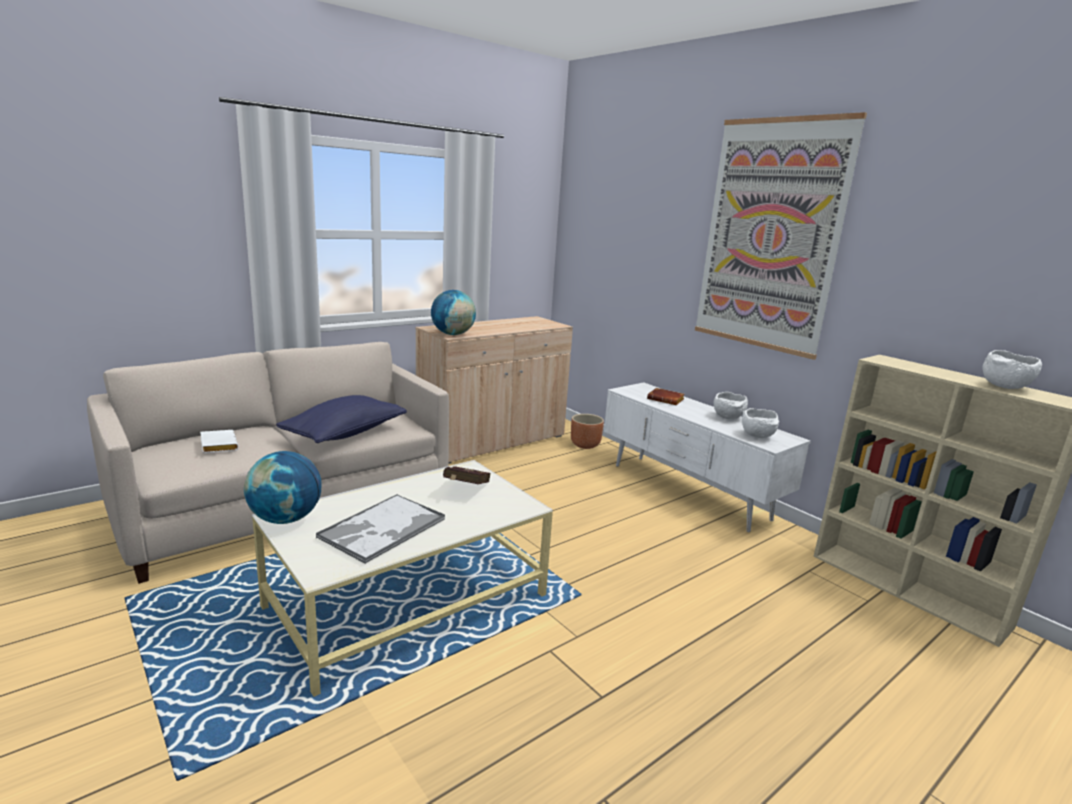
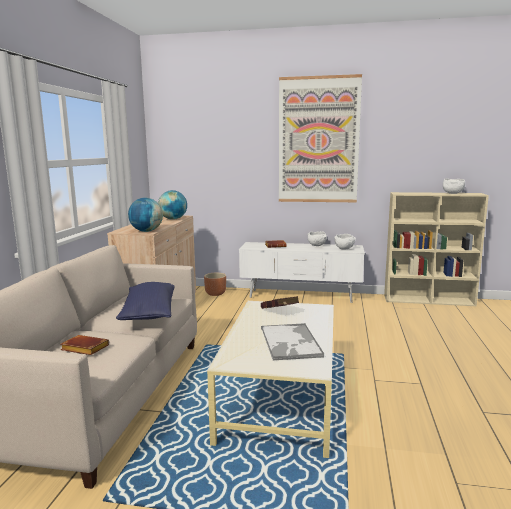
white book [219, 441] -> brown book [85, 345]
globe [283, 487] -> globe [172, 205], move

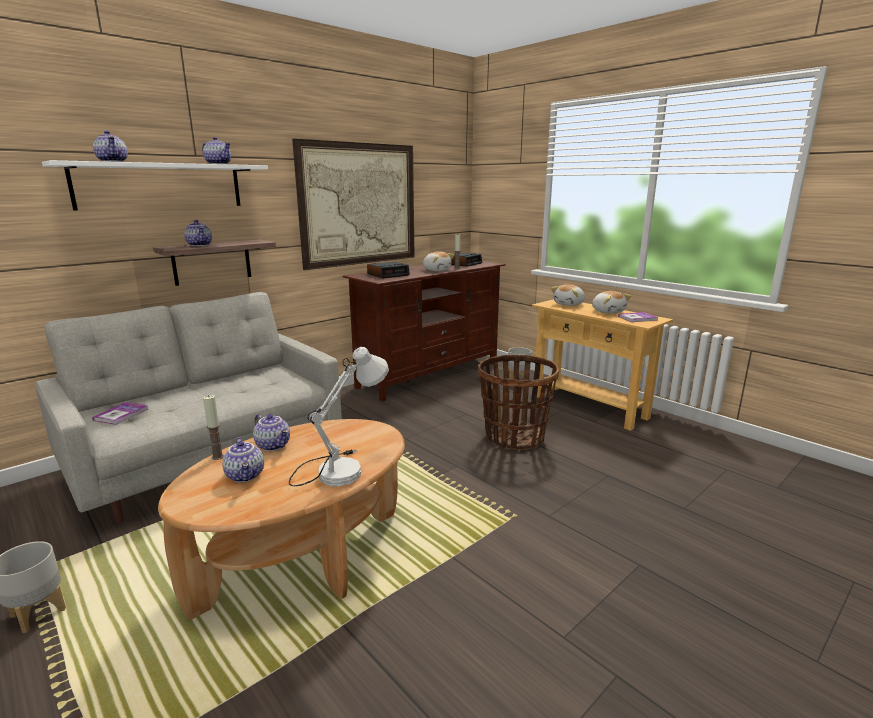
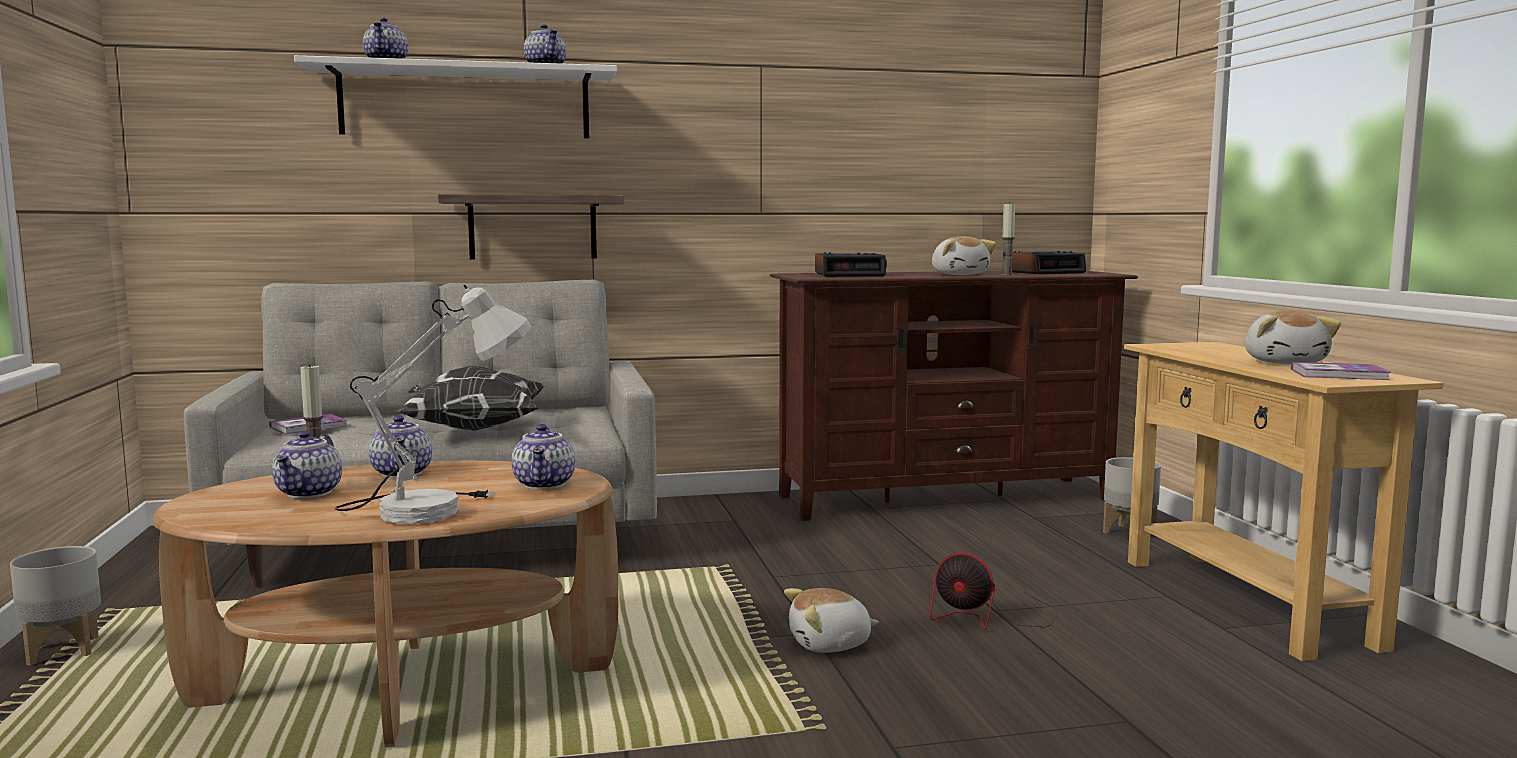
teapot [198, 233] -> teapot [543, 457], move
picture [353, 204] -> none
basket [518, 402] -> fan [994, 591]
plush toy [568, 295] -> plush toy [831, 620], move
none -> pillow [470, 398]

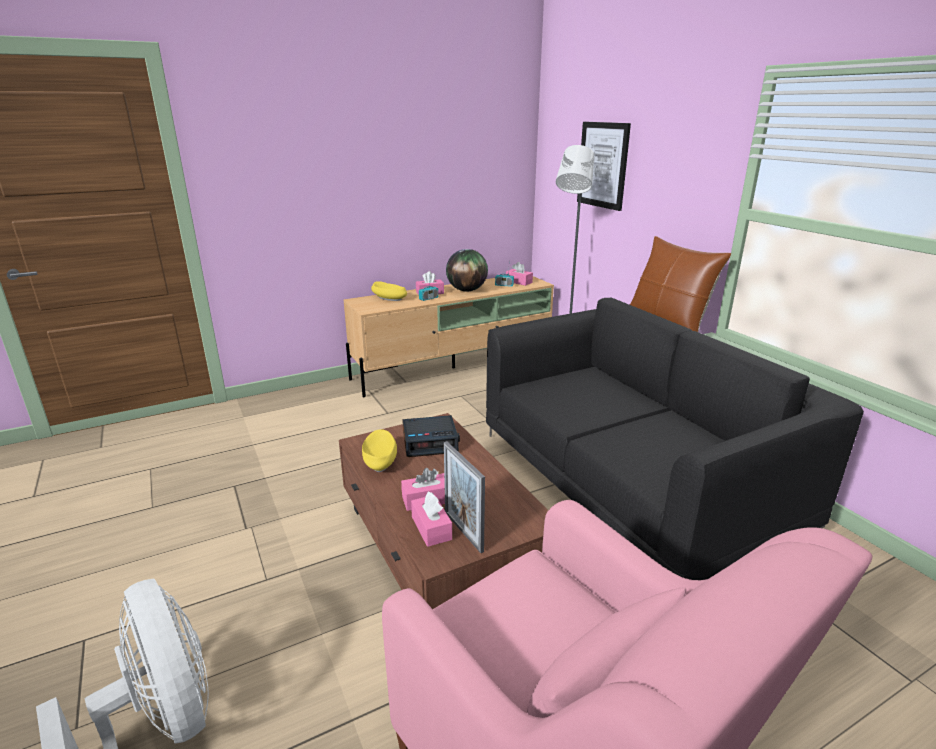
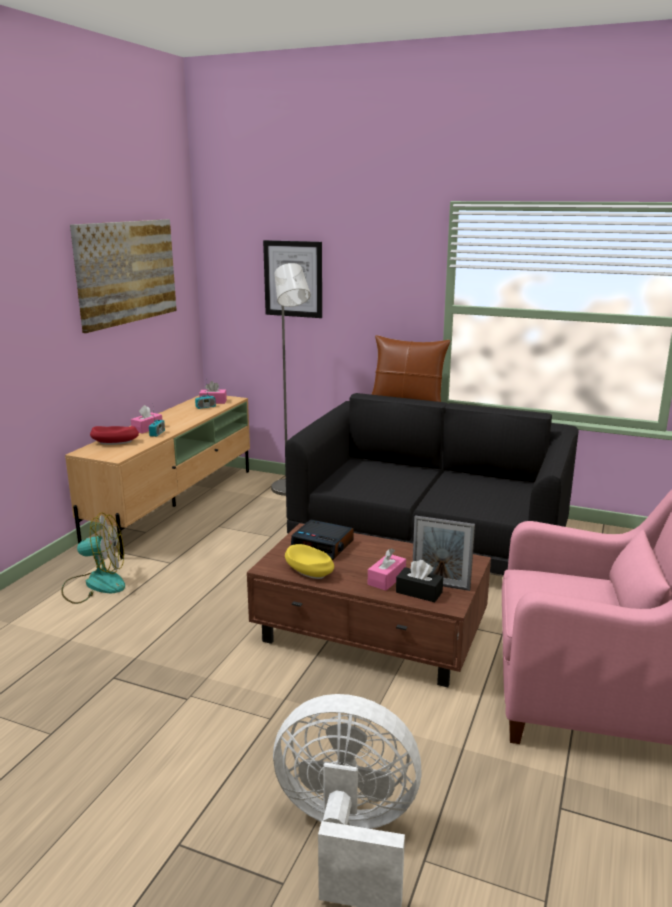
yellow bowl [389, 291] -> red bowl [114, 435]
alarm clock [431, 436] -> alarm clock [322, 540], 75 degrees clockwise
pink tissue box [431, 519] -> black tissue box [419, 581]
globe [467, 270] -> none
none -> fan [93, 558]
none -> picture [123, 276]

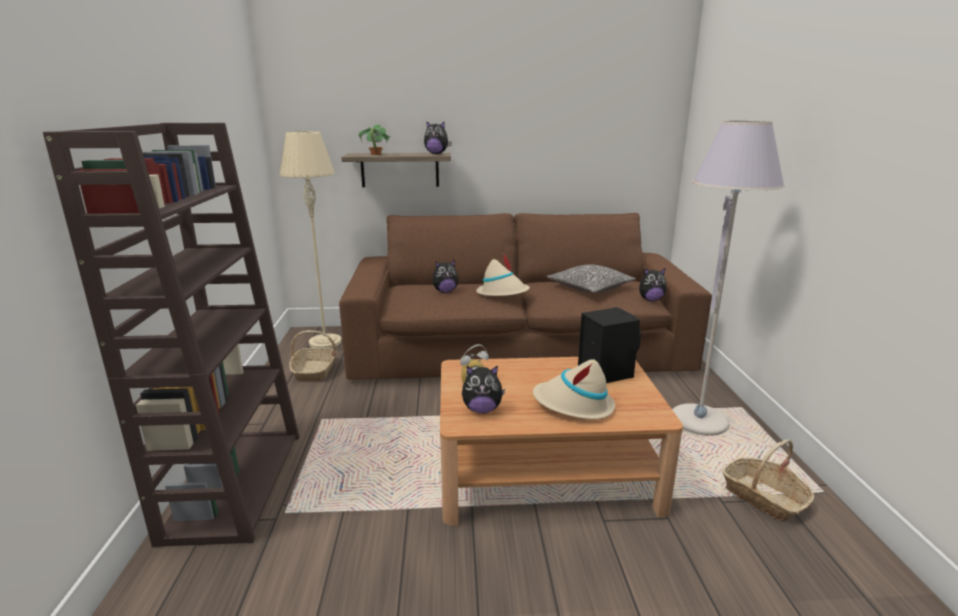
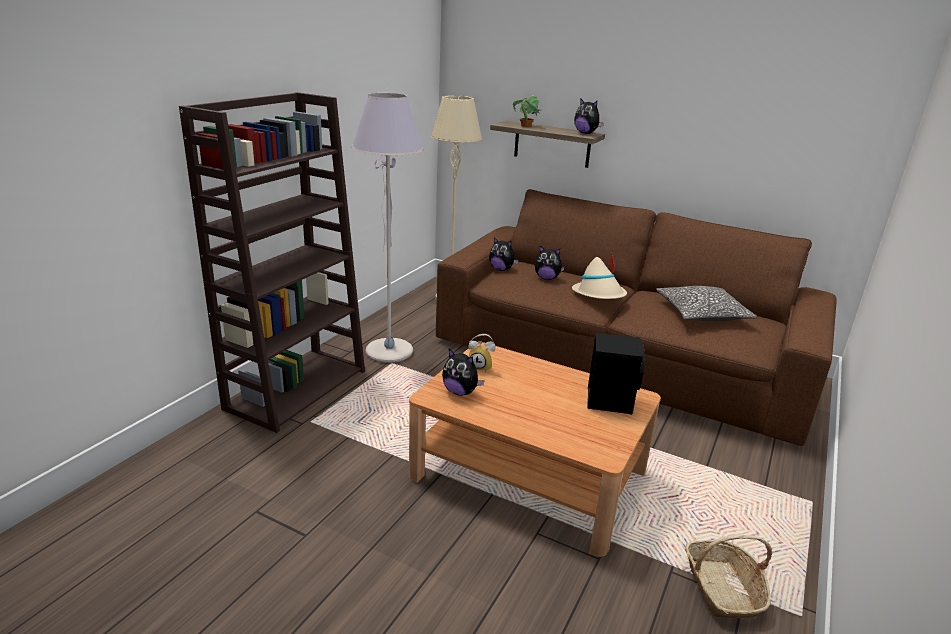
basket [313, 355] -> none
beige hat [574, 389] -> none
plush toy [653, 284] -> plush toy [504, 254], move
grey floor lamp [728, 278] -> grey floor lamp [387, 228], move

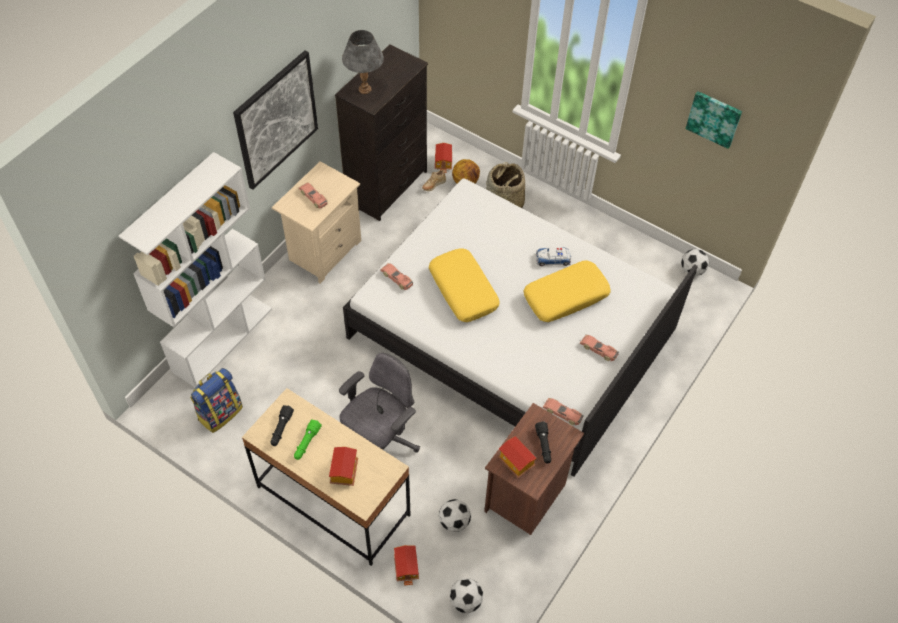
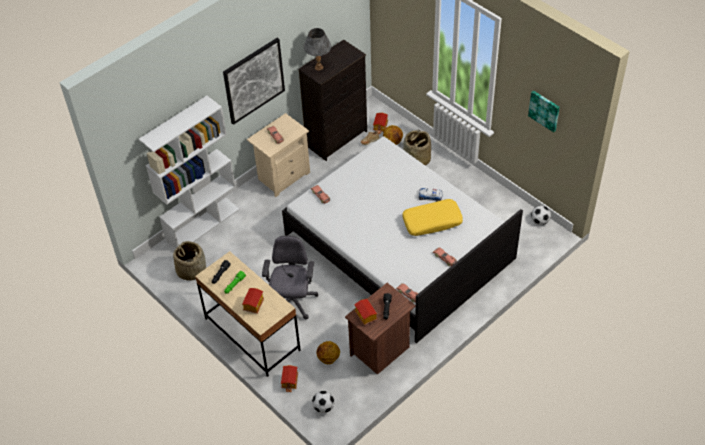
backpack [216, 400] -> basket [189, 261]
grey office chair [379, 403] -> grey office chair [290, 277], 45 degrees counterclockwise
yellow pillow [464, 285] -> none
football [455, 515] -> basketball [328, 352]

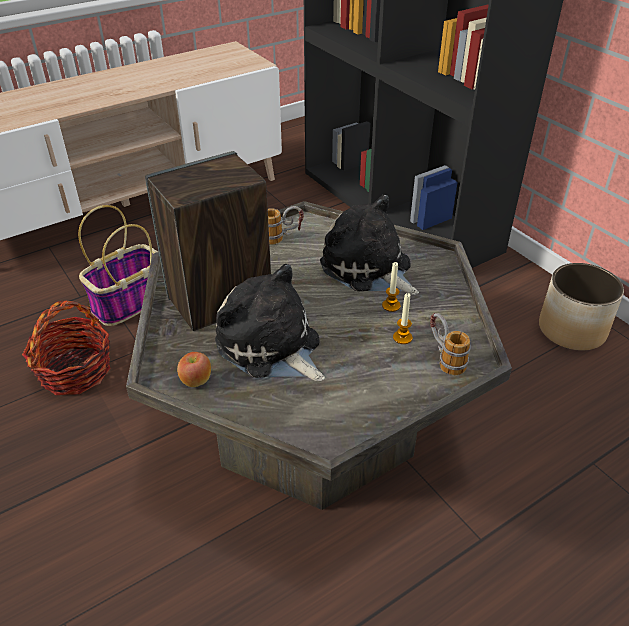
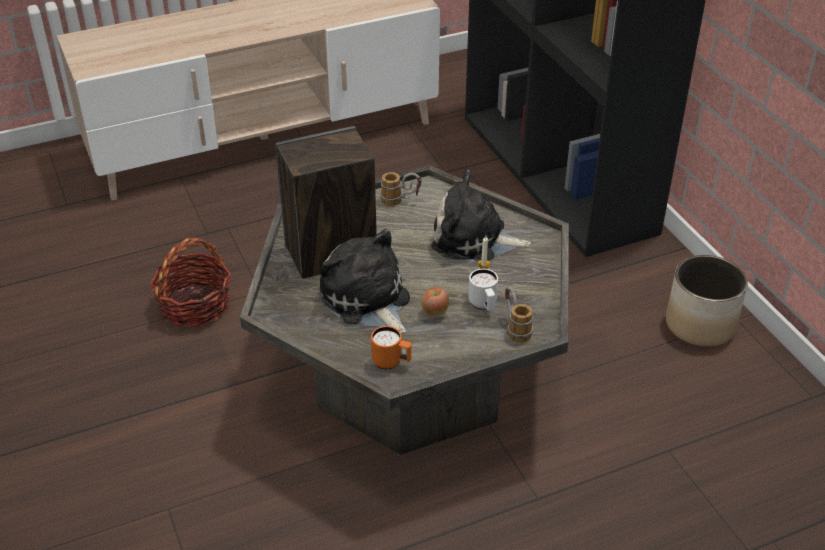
basket [118, 265] -> none
apple [194, 369] -> apple [435, 302], move
plush toy [369, 245] -> plush toy [481, 216], 45 degrees counterclockwise
candle [402, 318] -> white mug [483, 290]
none -> orange mug [391, 347]

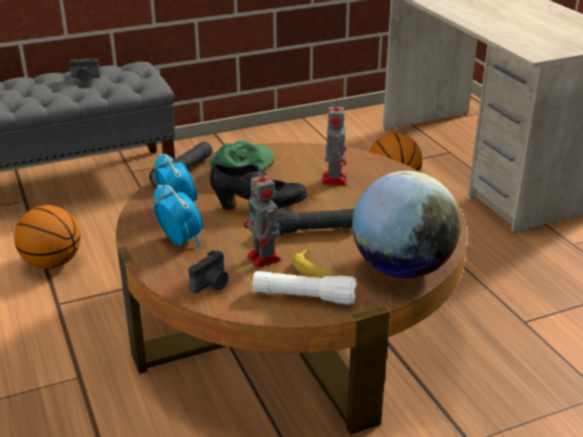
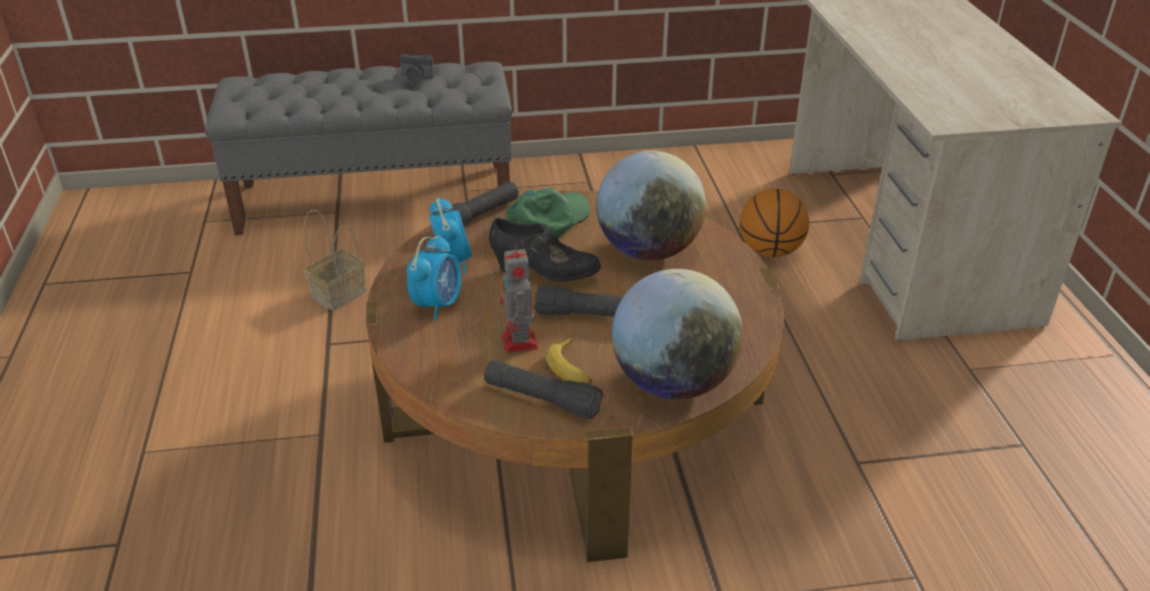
basketball [47, 237] -> basket [335, 260]
alarm clock [178, 215] -> alarm clock [434, 277], 45 degrees clockwise
photo camera [208, 271] -> none
white flashlight [304, 288] -> black flashlight [543, 389]
toy robot [334, 142] -> globe [651, 205]

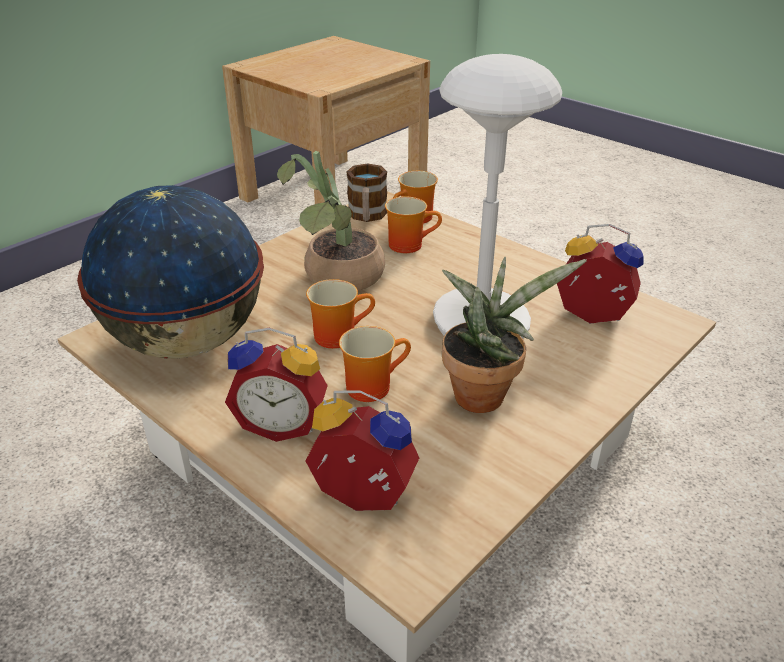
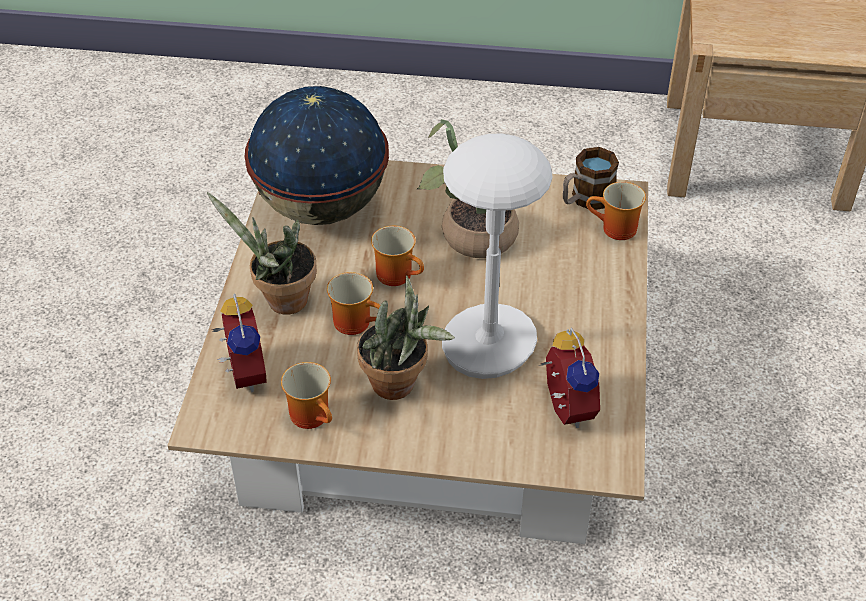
alarm clock [276, 385] -> potted plant [262, 253]
mug [413, 224] -> mug [306, 395], move

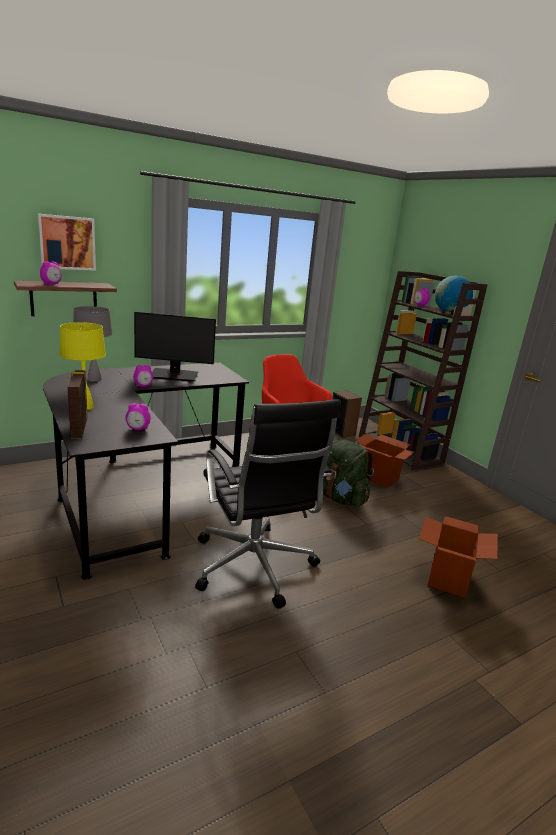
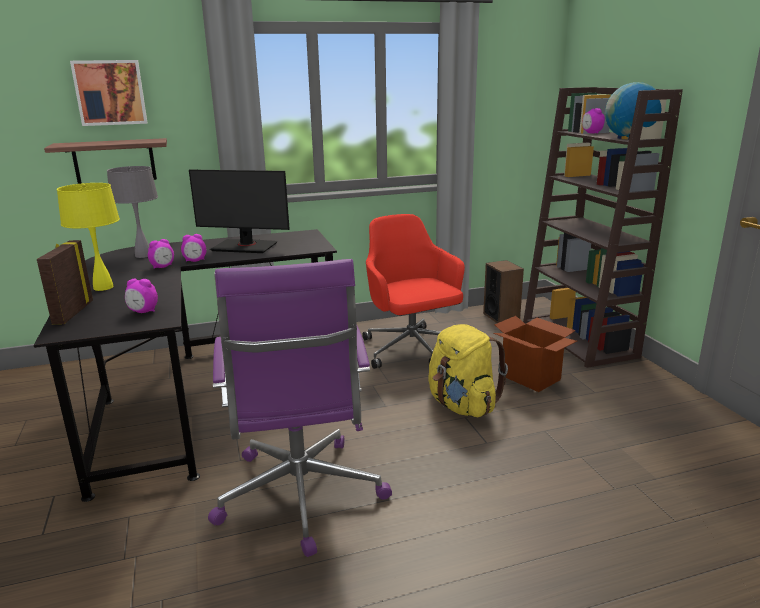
alarm clock [51, 273] -> alarm clock [161, 254], move
black office chair [268, 504] -> purple office chair [300, 408]
green backpack [348, 473] -> yellow backpack [468, 370]
cardboard box [458, 557] -> none

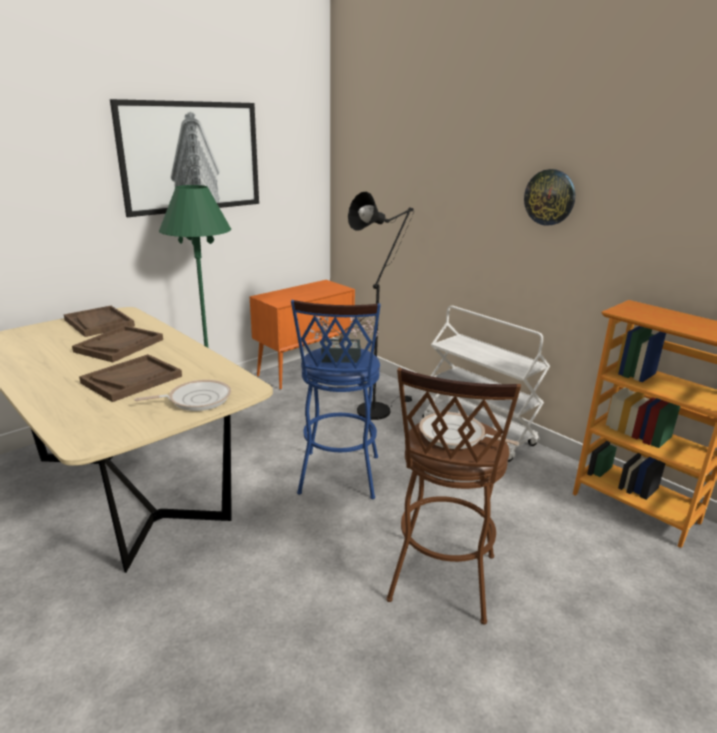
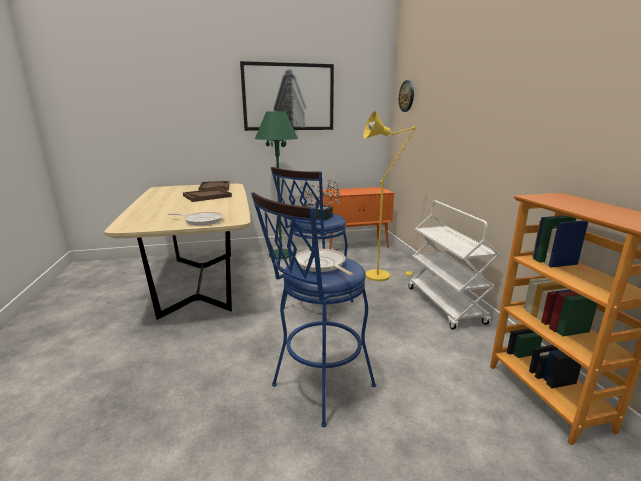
brown tray [130, 378] -> none
black floor lamp [381, 306] -> yellow floor lamp [390, 196]
brown stool [453, 496] -> blue stool [313, 309]
wall clock [549, 197] -> wall clock [406, 96], move

